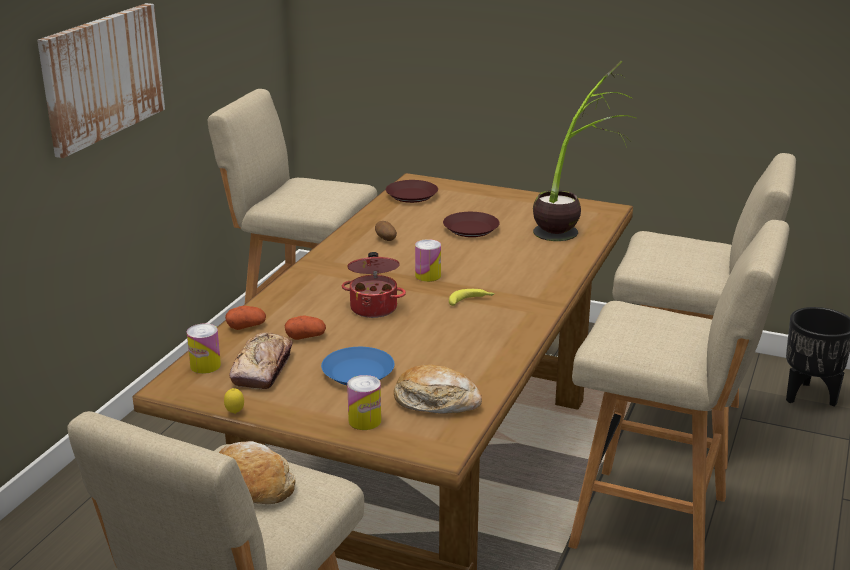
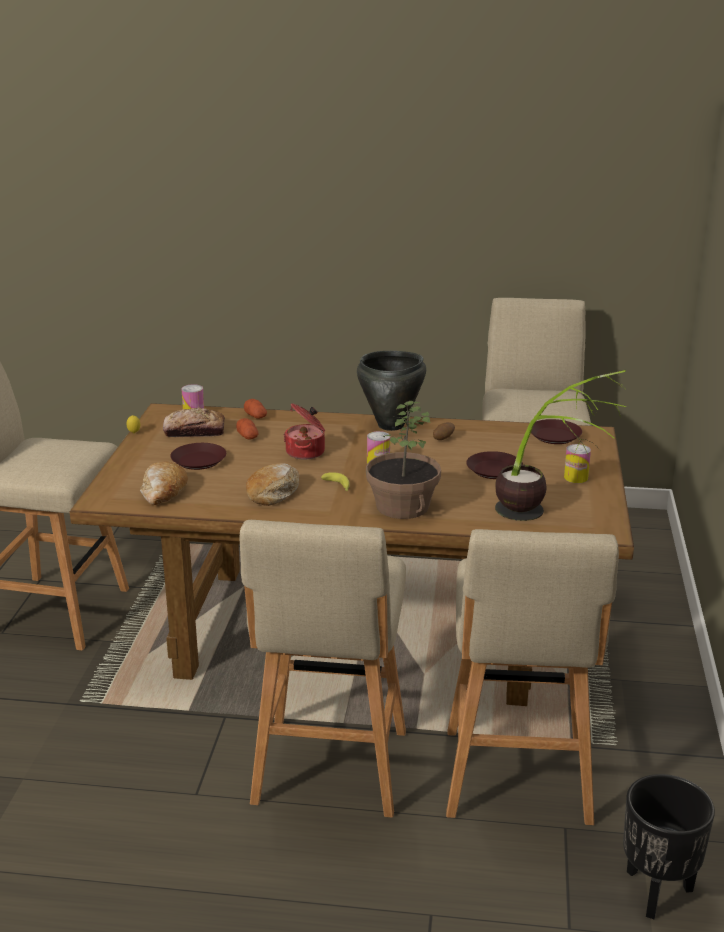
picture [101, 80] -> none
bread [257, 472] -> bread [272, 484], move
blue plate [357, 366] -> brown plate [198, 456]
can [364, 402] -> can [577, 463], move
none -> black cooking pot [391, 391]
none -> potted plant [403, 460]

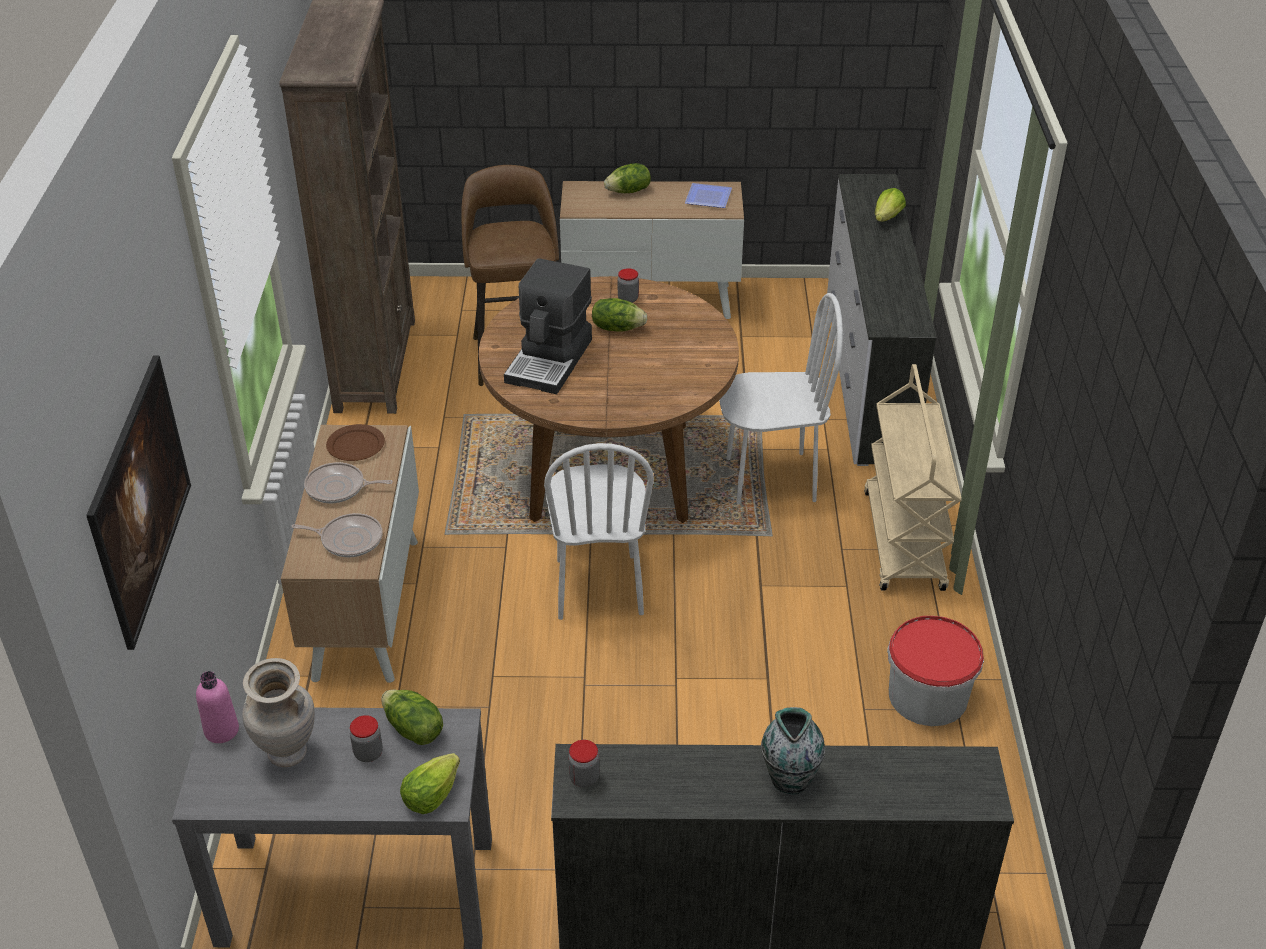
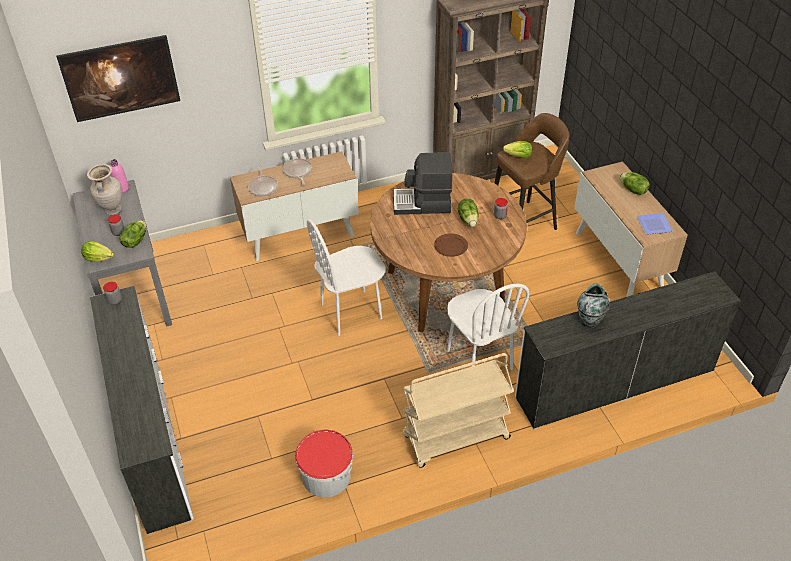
brown plate [355, 442] -> brown plate [451, 245], move
vase [793, 750] -> vase [593, 305], move
lettuce [890, 205] -> lettuce [517, 149], move

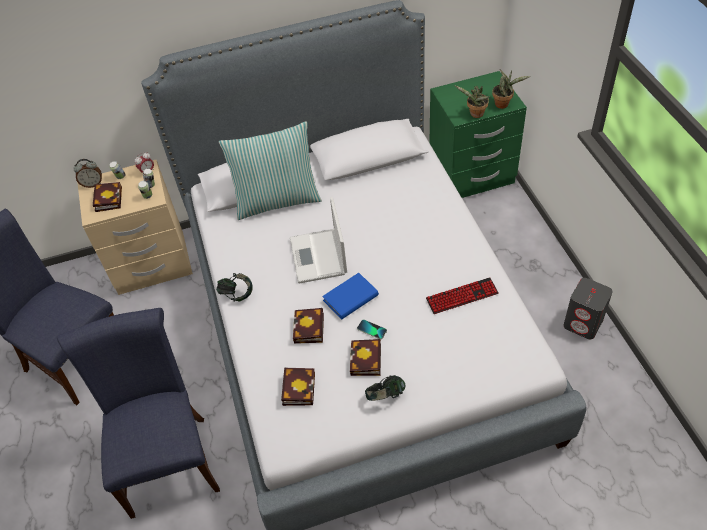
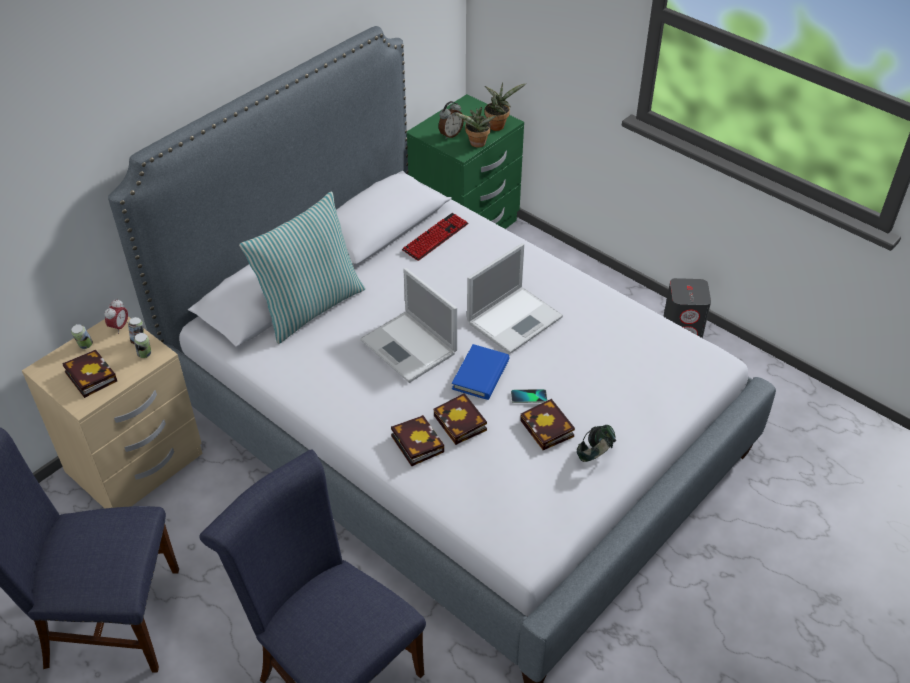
alarm clock [88, 173] -> alarm clock [451, 120], move
headphones [234, 287] -> none
book [298, 387] -> book [417, 440], move
keyboard [462, 295] -> keyboard [435, 237], move
none -> laptop [515, 298]

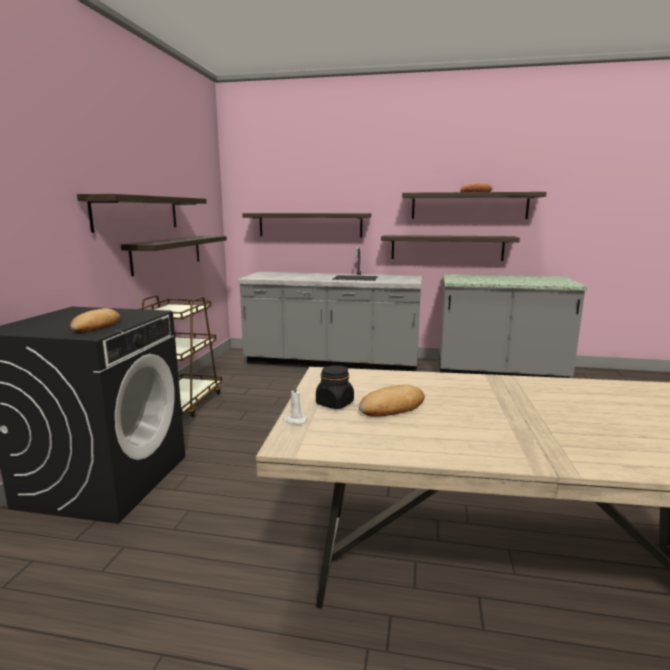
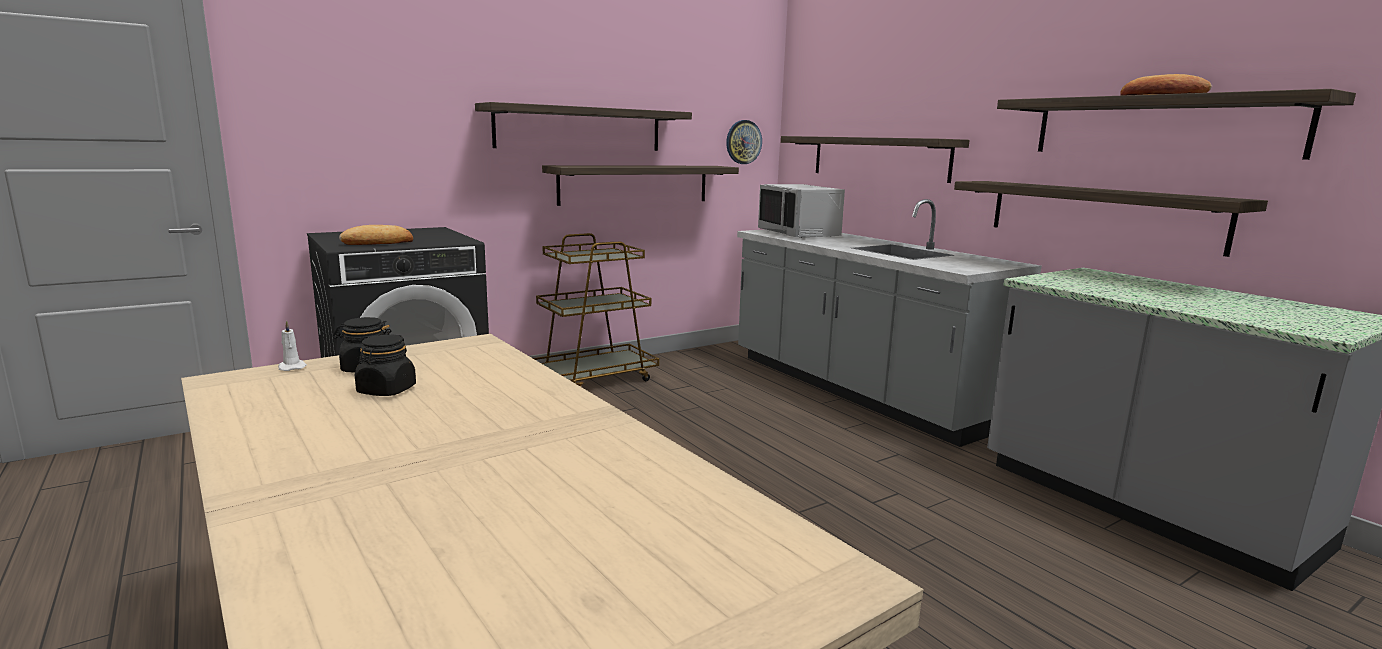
bread [392, 400] -> black jar [385, 365]
none -> wall clock [744, 142]
none -> grey microwave [801, 211]

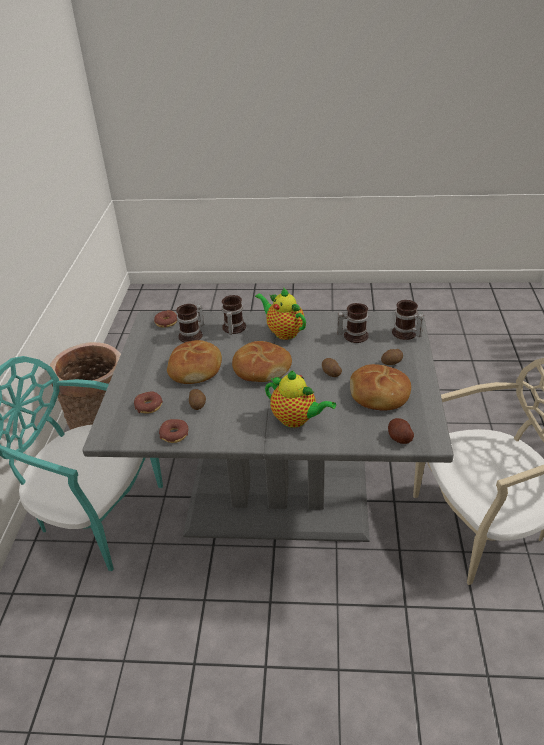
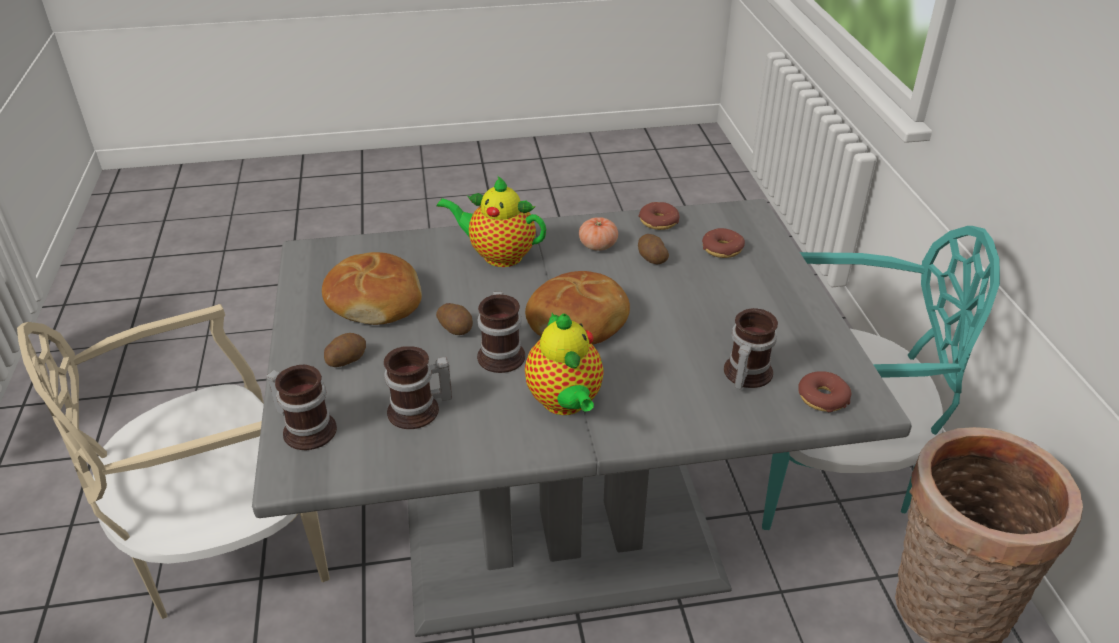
bread [194, 362] -> none
mug [234, 315] -> mug [501, 332], move
teapot [280, 313] -> teapot [564, 364], 45 degrees clockwise
potato [401, 431] -> none
none -> tomato [598, 234]

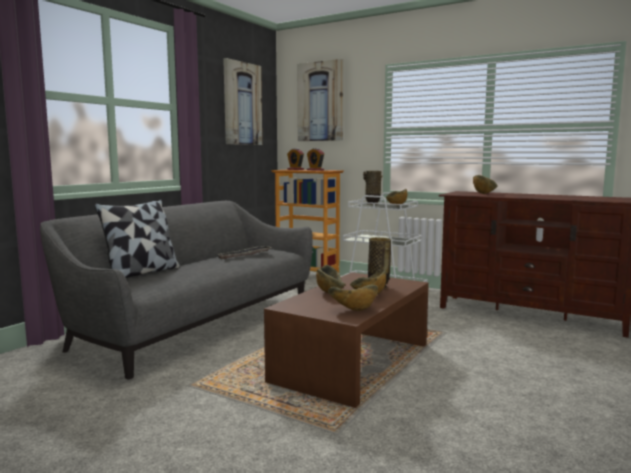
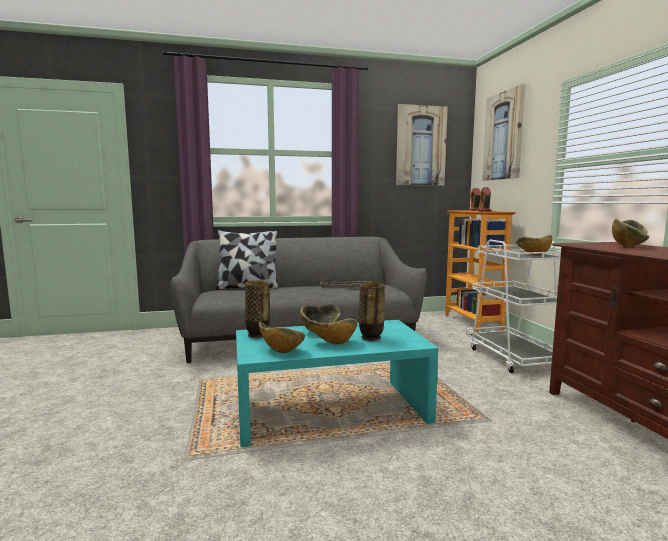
brown coffee table [346, 340] -> turquoise coffee table [337, 384]
vase [373, 188] -> vase [257, 309], move

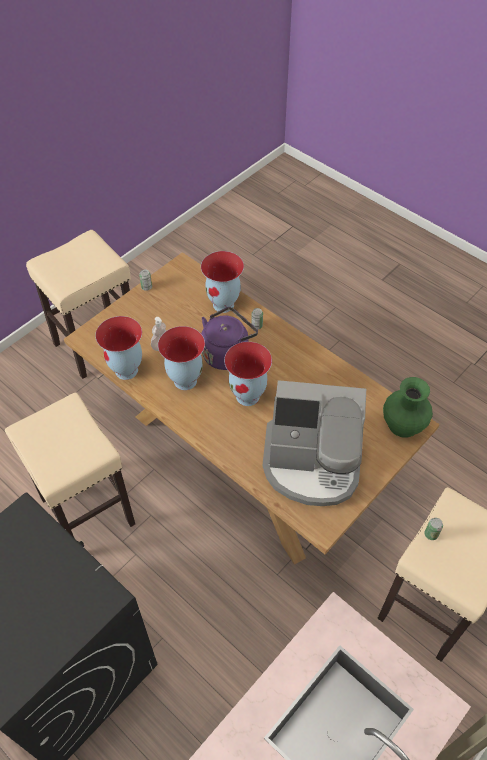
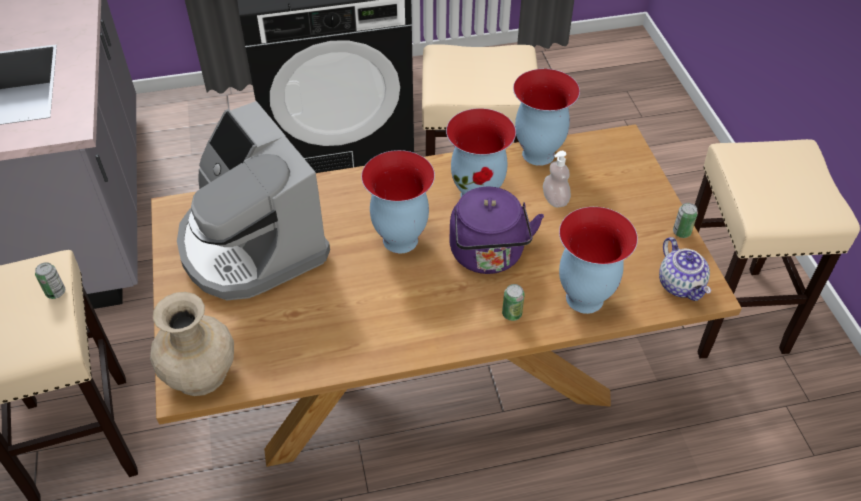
coffee machine [314, 443] -> coffee machine [253, 200], 75 degrees counterclockwise
green vase [408, 407] -> beige vase [192, 344]
none -> teapot [685, 269]

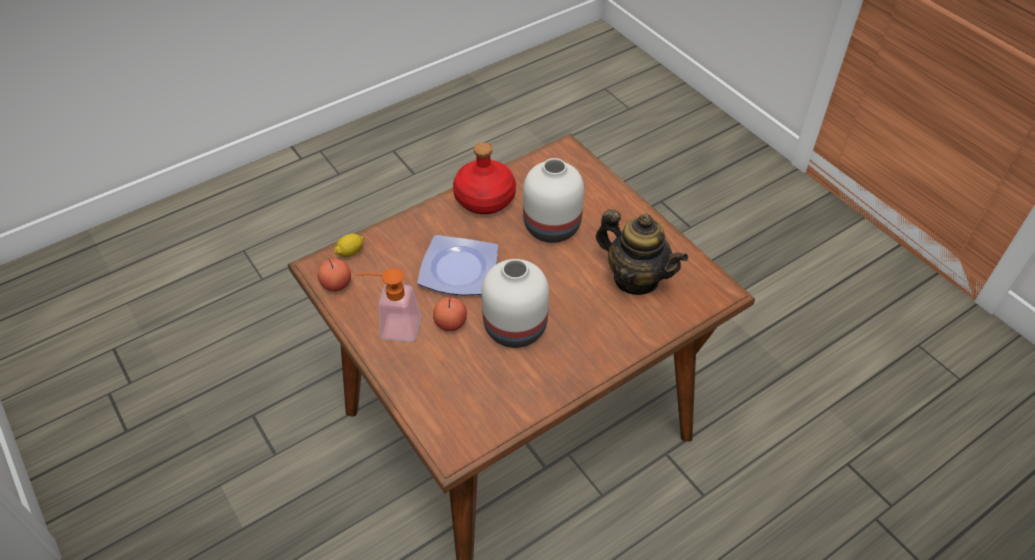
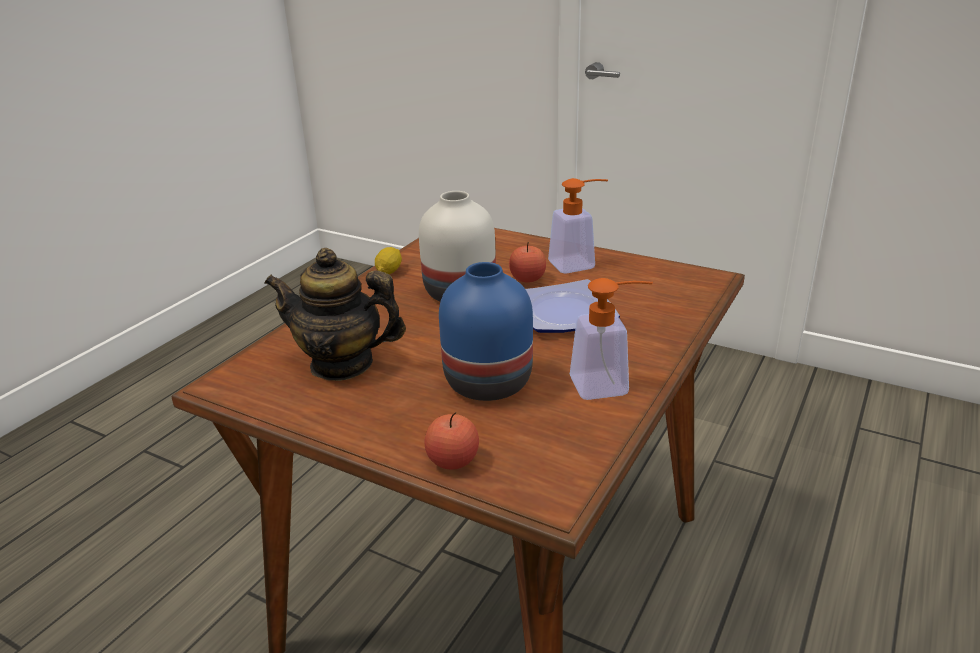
apple [334, 275] -> apple [452, 441], move
lemon [349, 245] -> lemon [388, 260], move
red bottle [484, 178] -> soap dispenser [611, 339]
white vase [553, 200] -> blue vase [486, 331]

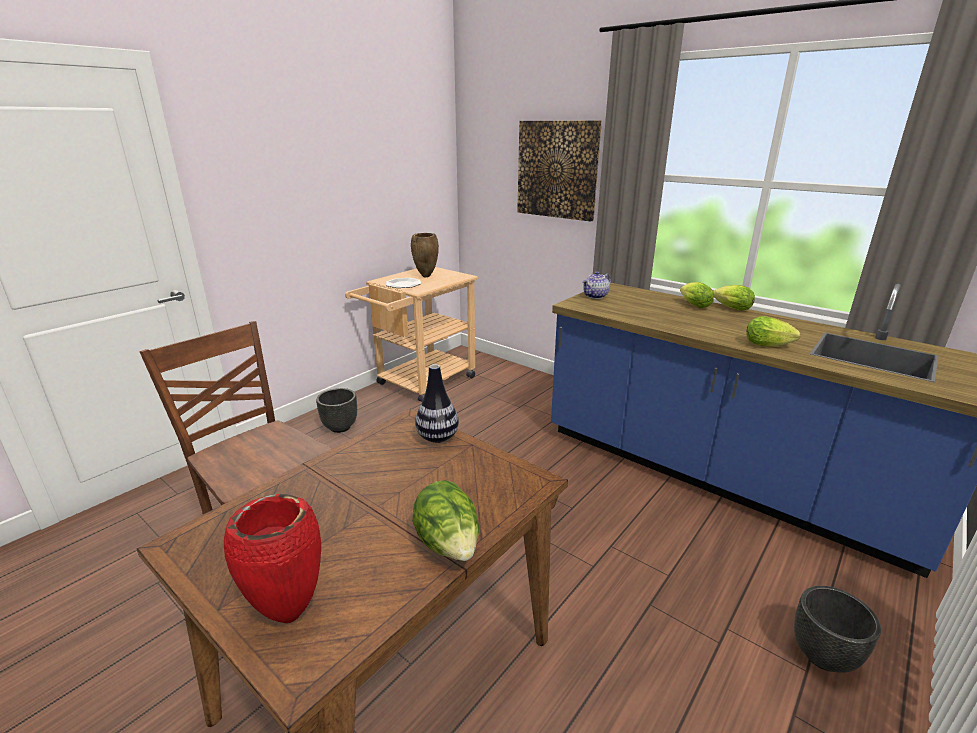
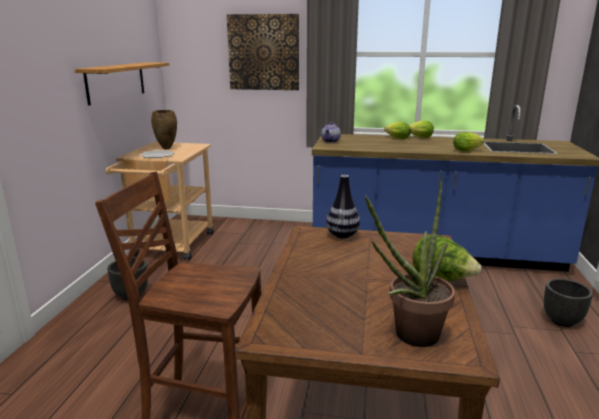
red vase [272, 558] -> potted plant [410, 264]
none -> shelf [121, 83]

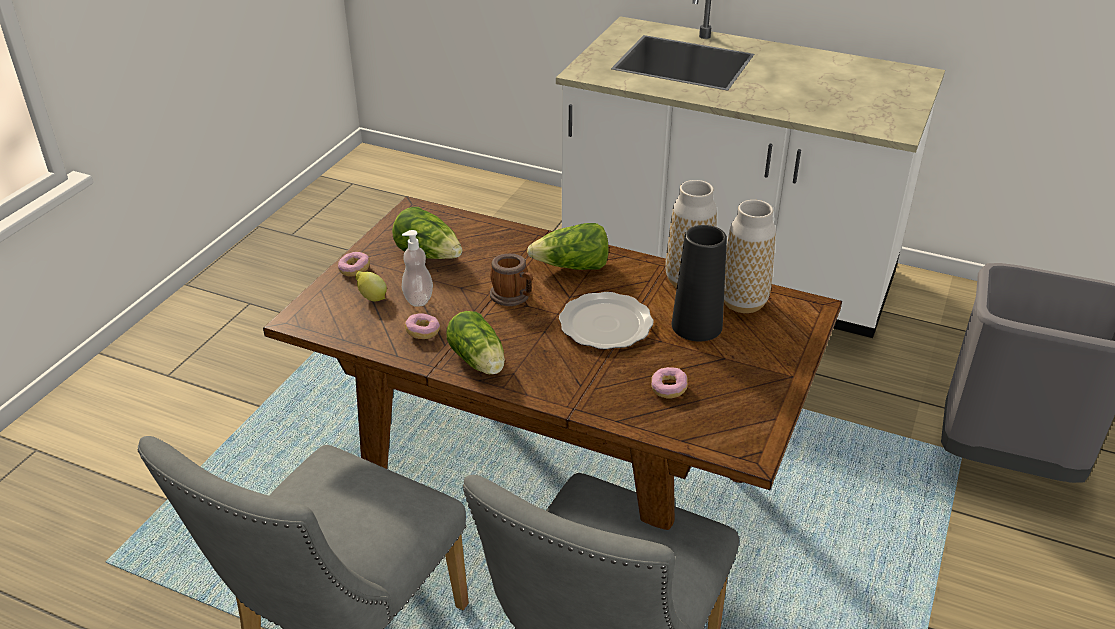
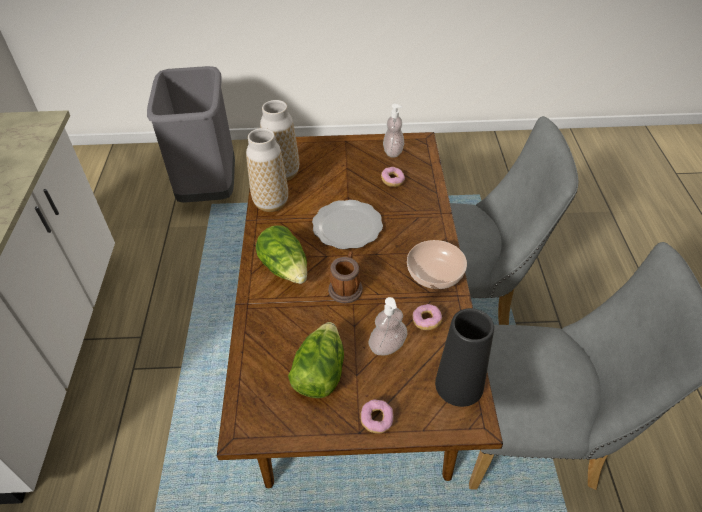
lemon [371, 286] -> none
lettuce [475, 343] -> bowl [437, 264]
black vase [699, 283] -> black vase [464, 357], move
none -> soap dispenser [393, 130]

